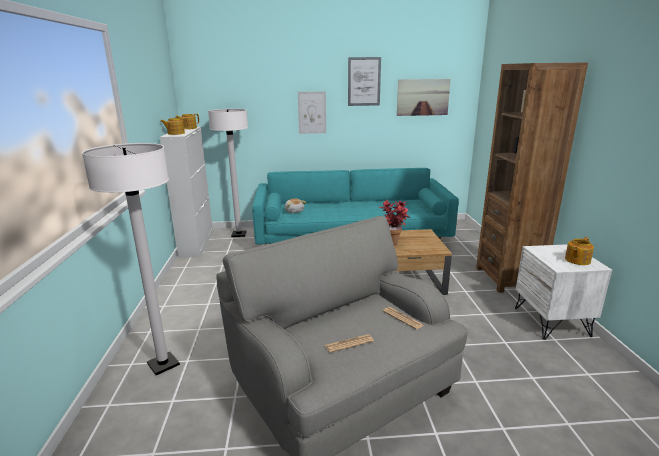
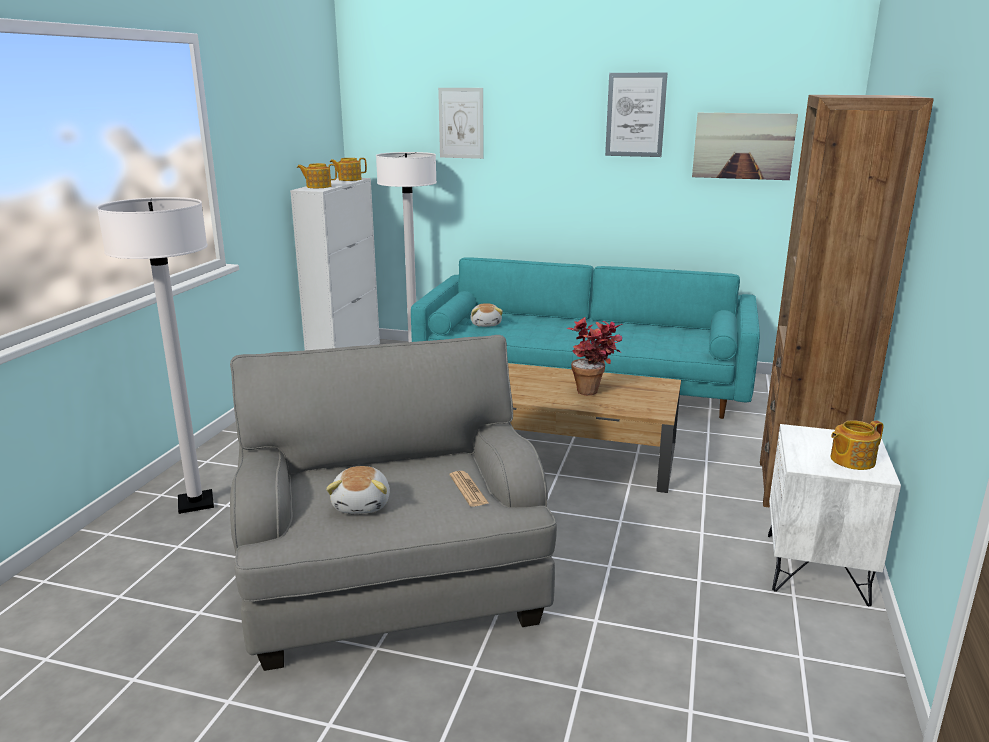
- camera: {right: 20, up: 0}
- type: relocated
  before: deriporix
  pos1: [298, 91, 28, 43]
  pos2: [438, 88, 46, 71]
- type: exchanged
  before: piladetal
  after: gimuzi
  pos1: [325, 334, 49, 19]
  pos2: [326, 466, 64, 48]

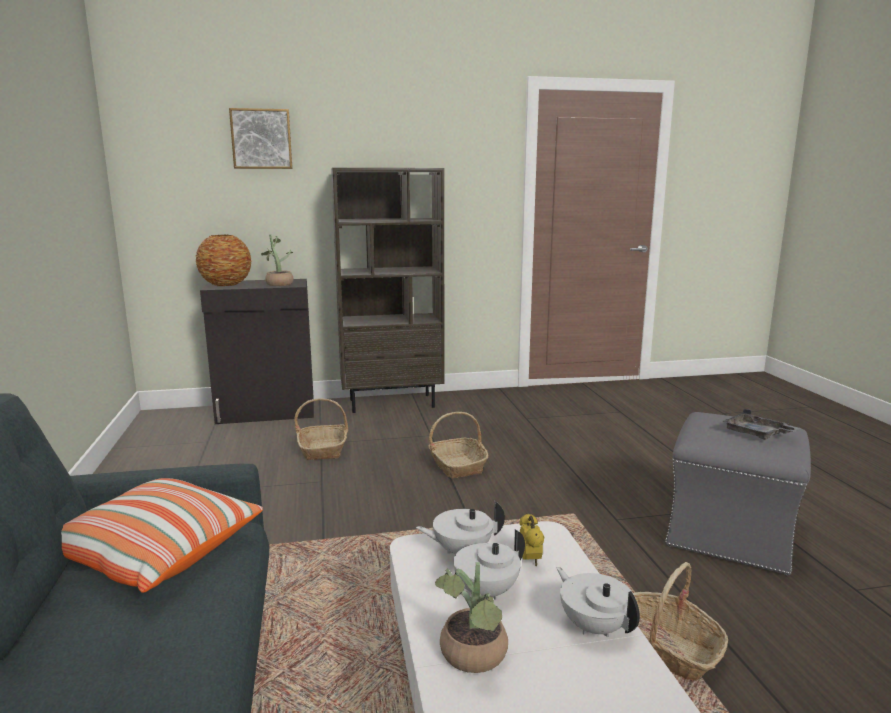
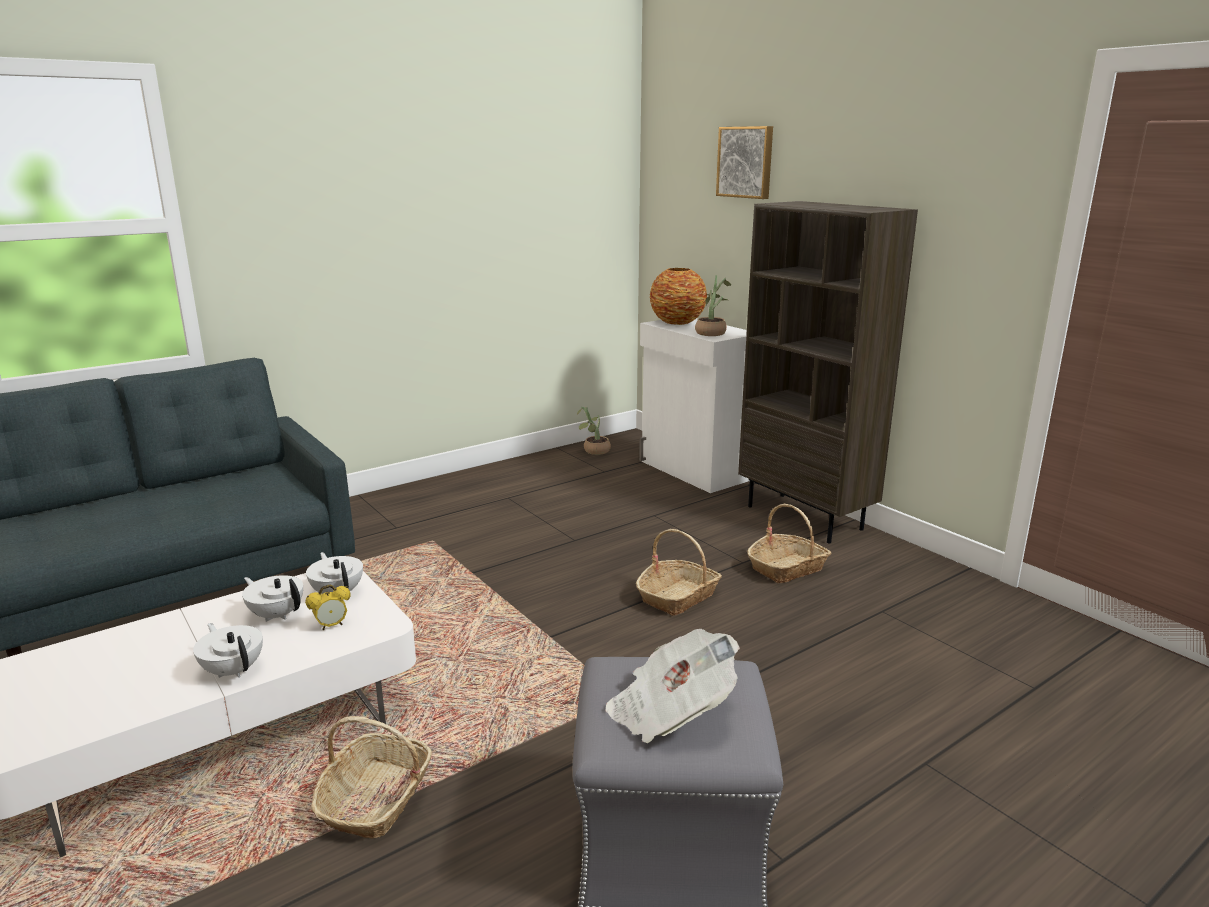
- camera: {right: 65, up: 5}
- type: missing
  before: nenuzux
  pos1: [61, 478, 202, 115]
- type: relocated
  before: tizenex
  pos1: [294, 398, 54, 62]
  pos2: [747, 504, 84, 79]
- type: relocated
  before: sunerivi
  pos1: [435, 562, 73, 111]
  pos2: [577, 407, 34, 48]
- type: exchanged
  before: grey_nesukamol
  after: piladetal
  pos1: [722, 409, 78, 31]
  pos2: [605, 629, 135, 114]
- type: colour
  before: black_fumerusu
  after: white_fumerusu
  pos1: [200, 279, 114, 145]
  pos2: [639, 318, 110, 175]
- type: spun
  before: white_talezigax
  pos1: [556, 567, 84, 70]
  pos2: [193, 623, 70, 55]
  turn: -75

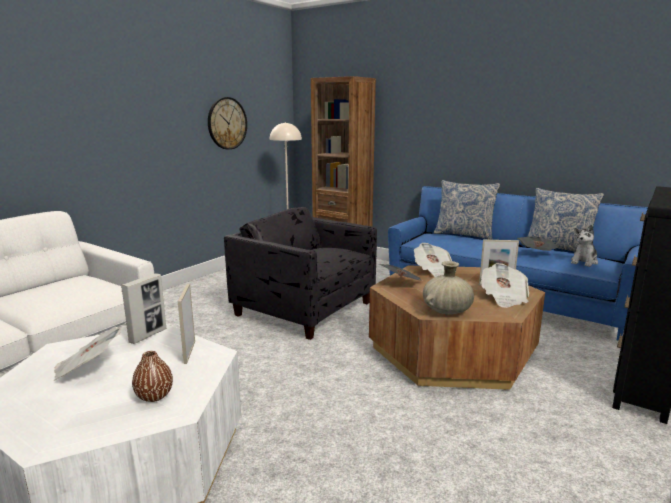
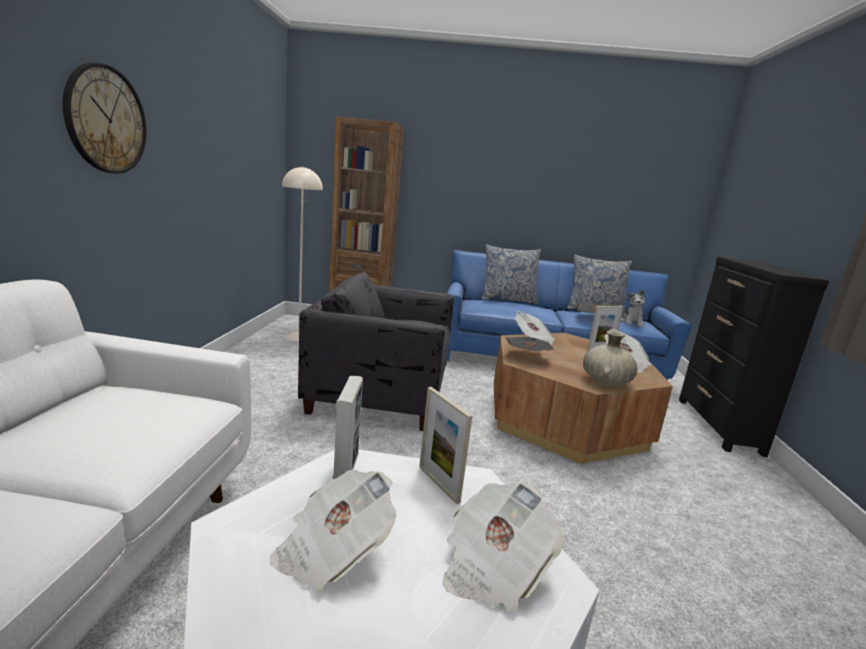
- camera: {right: -30, up: 0}
- type: relocated
  before: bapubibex
  pos1: [208, 97, 39, 53]
  pos2: [63, 63, 83, 111]
- type: exchanged
  before: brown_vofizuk
  after: piladetal
  pos1: [132, 351, 41, 51]
  pos2: [442, 482, 121, 129]

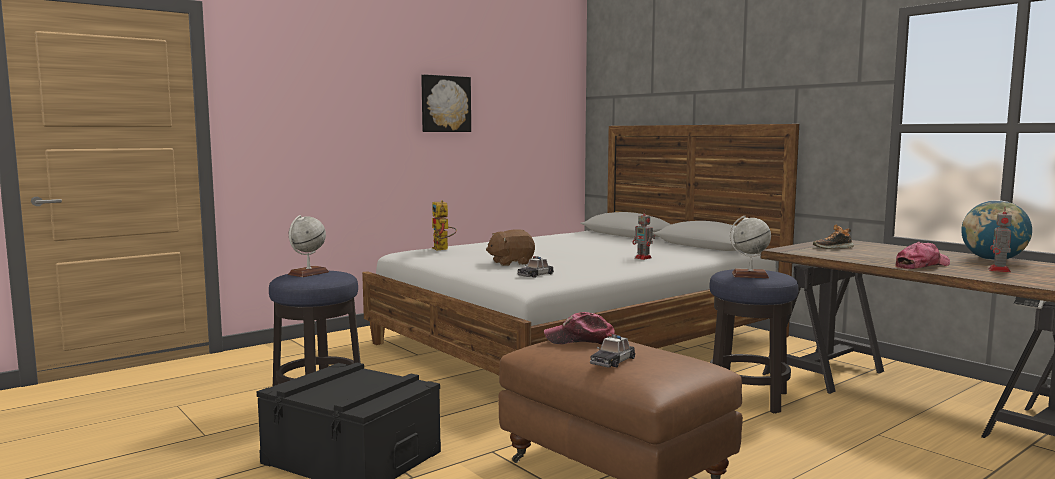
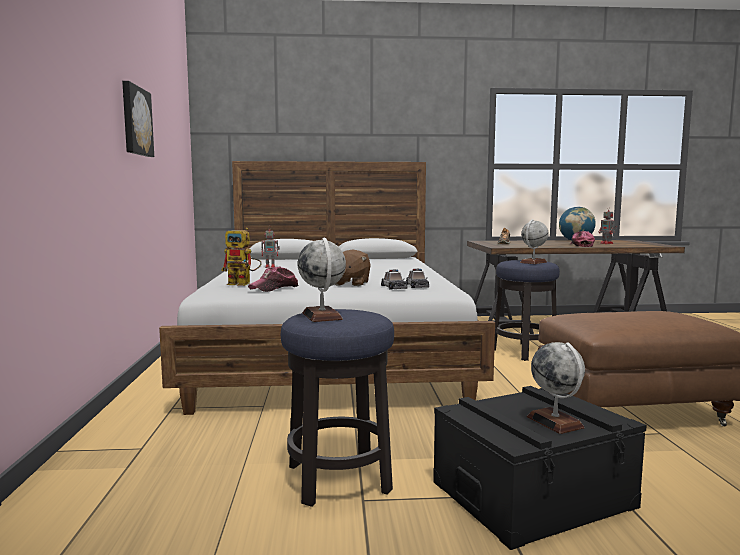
- camera: {right: -55, up: 0}
- type: appeared
  after: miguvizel
  pos2: [527, 342, 58, 92]
- type: relocated
  before: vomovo
  pos1: [544, 312, 72, 33]
  pos2: [248, 266, 51, 26]
- type: relocated
  before: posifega
  pos1: [590, 334, 46, 34]
  pos2: [381, 270, 27, 20]
- type: relocated
  before: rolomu
  pos1: [632, 210, 23, 50]
  pos2: [261, 226, 19, 42]

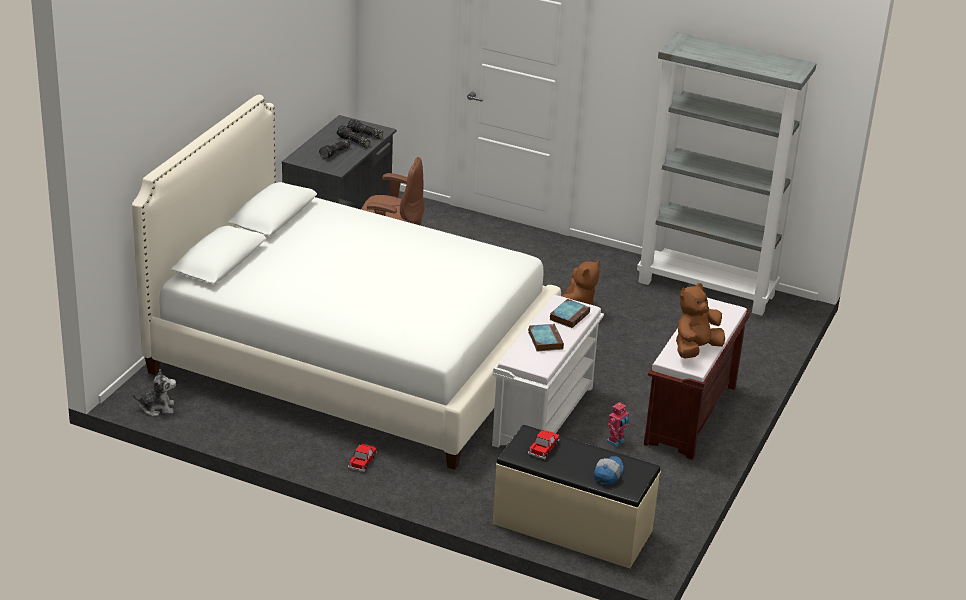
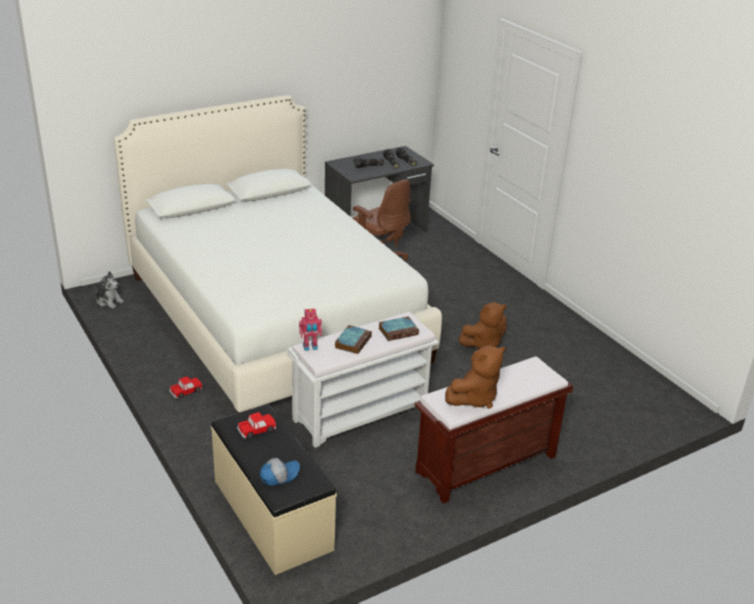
- camera: {right: 35, up: 0}
- type: missing
  before: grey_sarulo
  pos1: [637, 33, 180, 283]
- type: relocated
  before: rolomu
  pos1: [606, 402, 23, 45]
  pos2: [299, 308, 23, 43]
- type: spun
  before: brown_gimuzi
  pos1: [676, 283, 49, 75]
  pos2: [445, 345, 60, 64]
  turn: 150

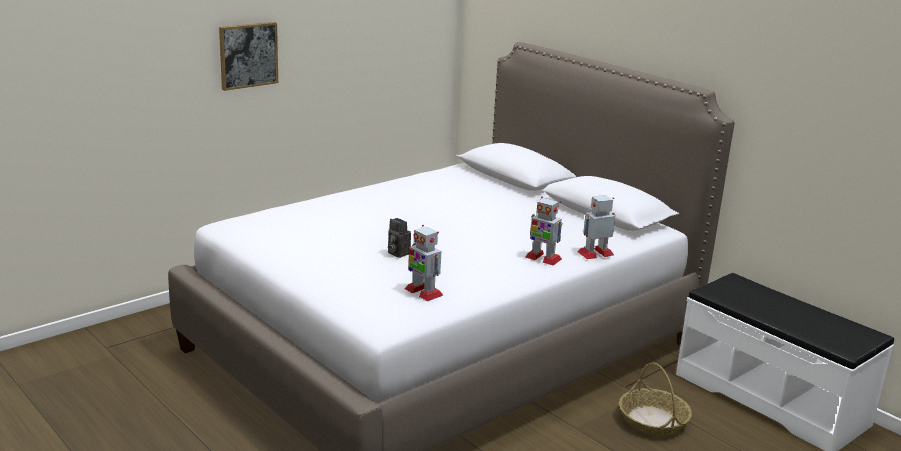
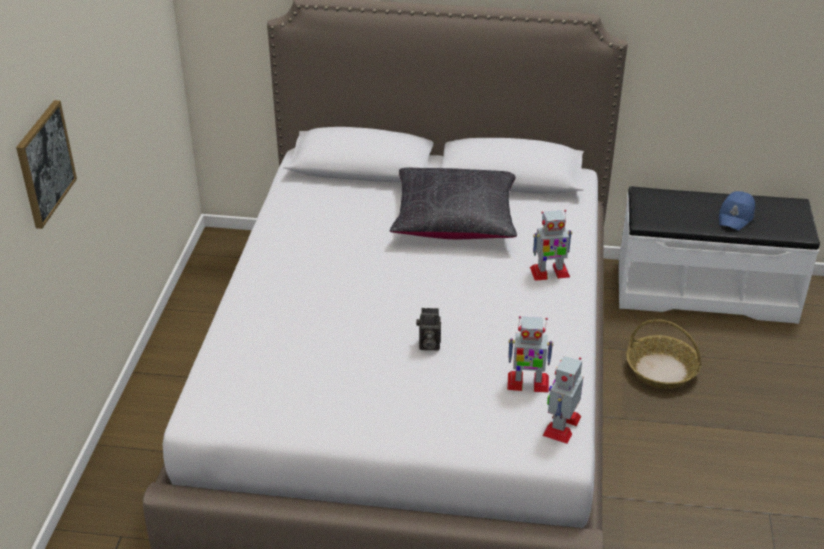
- camera: {right: -40, up: 15}
- type: appeared
  after: black_nenuzux
  pos2: [390, 168, 127, 71]
- type: appeared
  after: blue_vomovo
  pos2: [719, 191, 36, 39]
- type: relocated
  before: rolomu
  pos1: [578, 195, 38, 64]
  pos2: [542, 356, 41, 88]

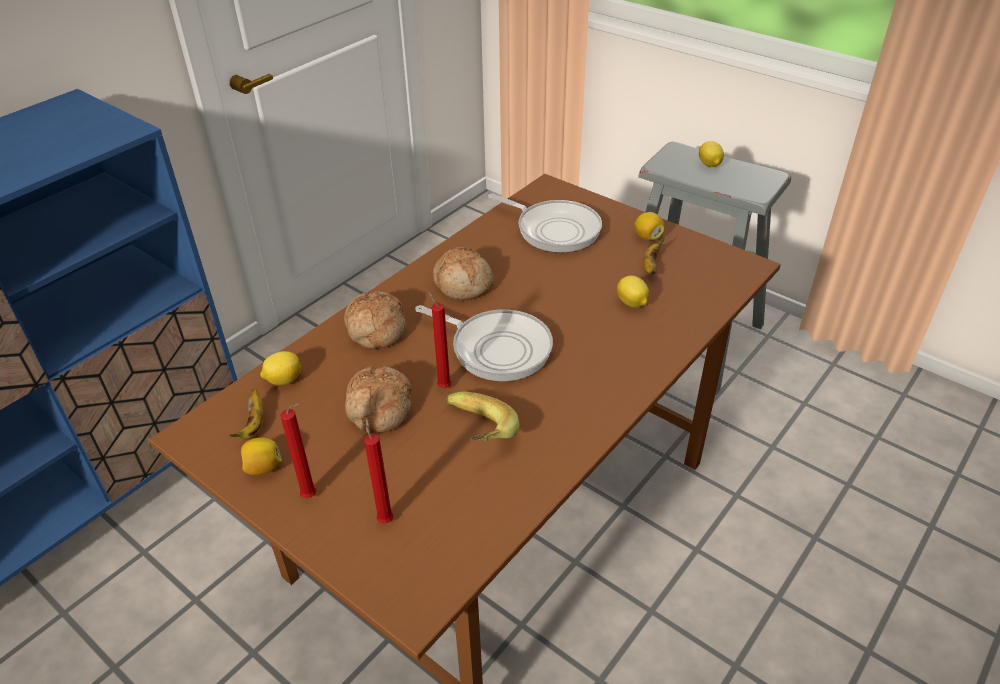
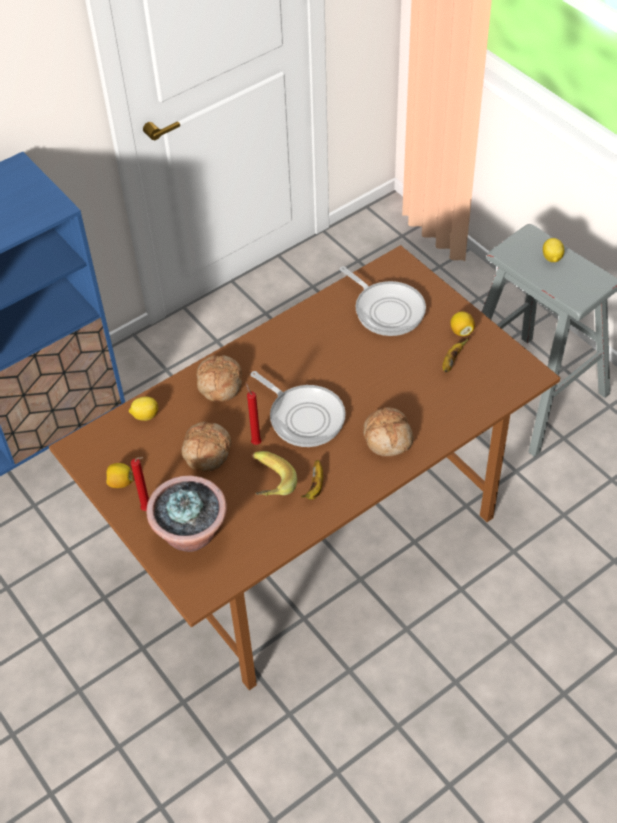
- camera: {right: 15, up: 10}
- type: missing
  before: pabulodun
  pos1: [617, 276, 32, 32]
- type: relocated
  before: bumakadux
  pos1: [229, 389, 35, 51]
  pos2: [301, 460, 22, 40]
- type: relocated
  before: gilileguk
  pos1: [433, 247, 61, 54]
  pos2: [363, 407, 51, 50]
- type: exchanged
  before: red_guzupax
  after: sunerivi
  pos1: [364, 418, 29, 105]
  pos2: [146, 475, 81, 77]

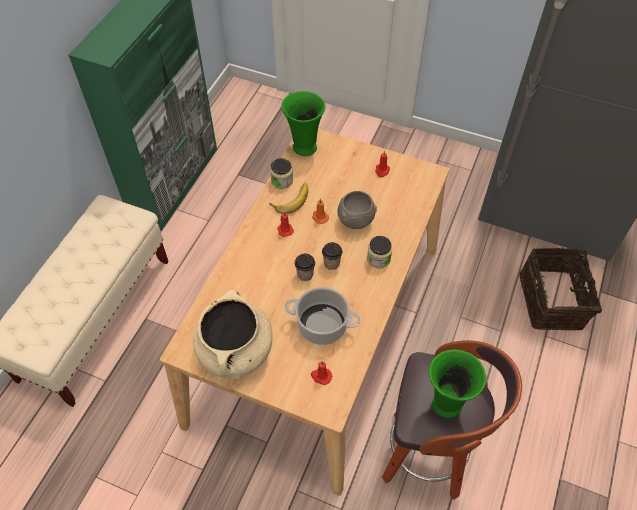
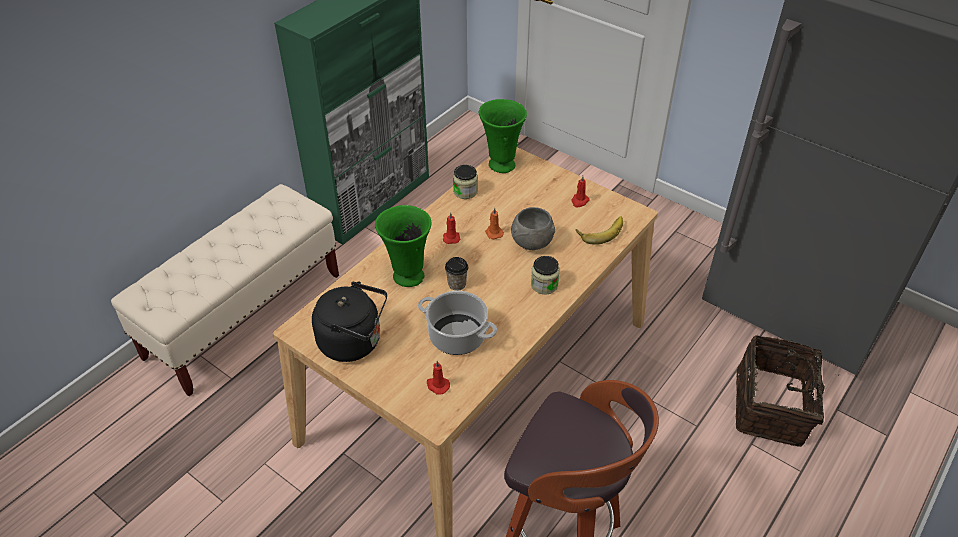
- camera: {right: 15, up: -10}
- type: missing
  before: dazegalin
  pos1: [322, 242, 20, 28]
- type: relocated
  before: bumakadux
  pos1: [269, 183, 39, 31]
  pos2: [576, 216, 47, 29]
- type: relocated
  before: green_vofizuk
  pos1: [429, 349, 57, 69]
  pos2: [375, 205, 56, 82]
- type: exchanged
  before: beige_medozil
  after: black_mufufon
  pos1: [193, 289, 80, 91]
  pos2: [312, 281, 75, 81]

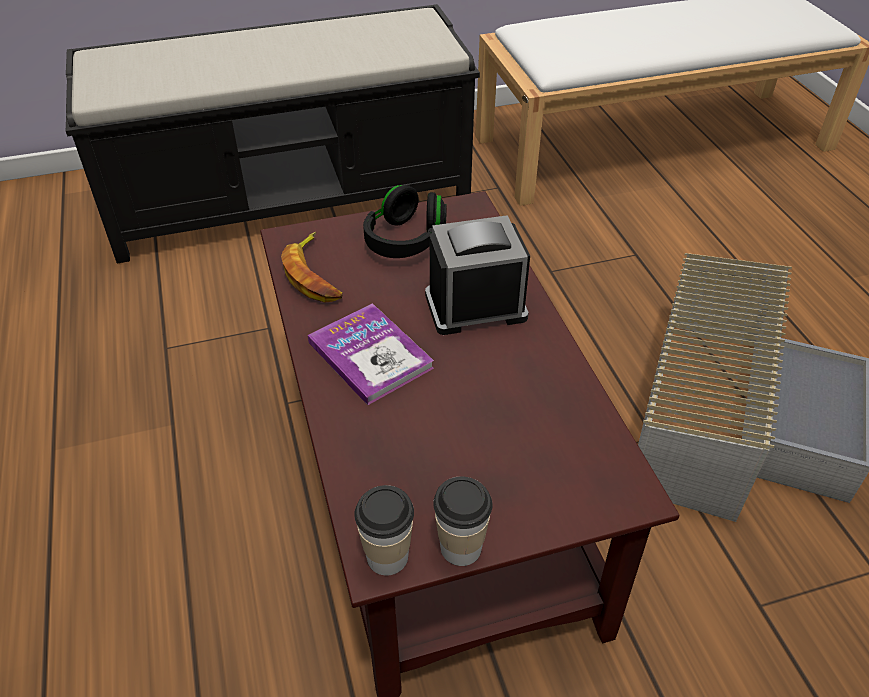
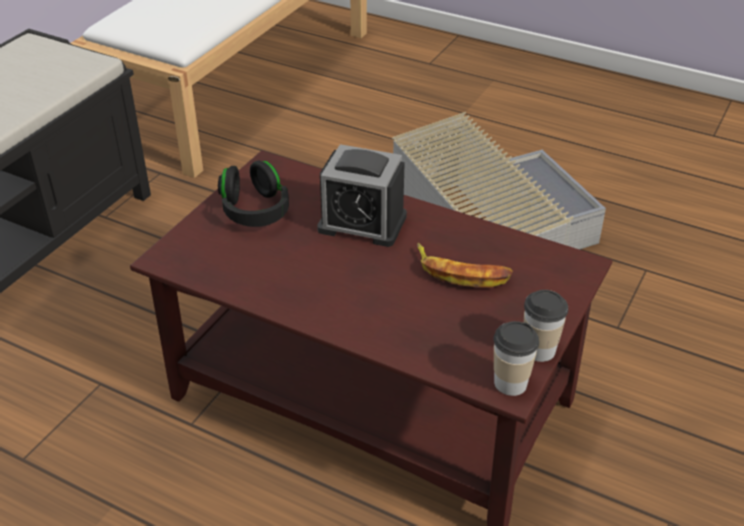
- camera: {right: -45, up: -5}
- type: missing
  before: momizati
  pos1: [308, 303, 126, 102]
- type: relocated
  before: bumakadux
  pos1: [281, 232, 61, 71]
  pos2: [417, 243, 96, 44]
- type: spun
  before: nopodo
  pos1: [425, 215, 105, 120]
  pos2: [317, 144, 90, 103]
  turn: -105

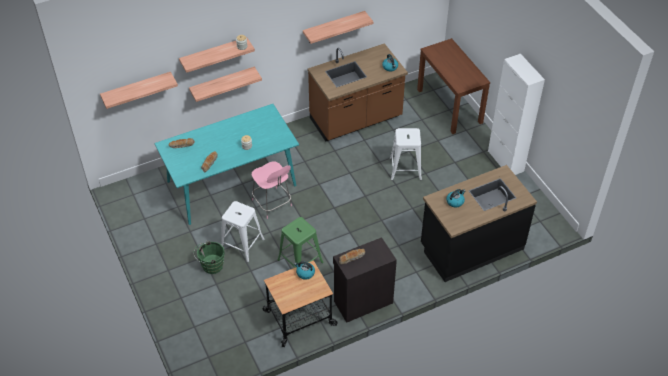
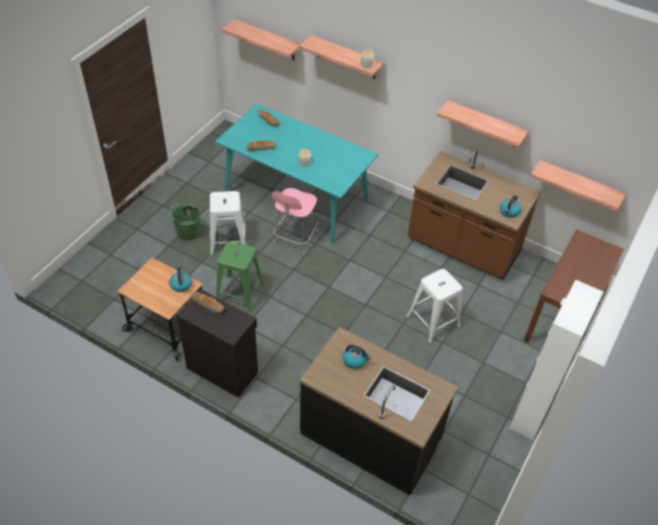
- camera: {right: 55, up: 0}
- type: relocated
  before: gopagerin
  pos1: [189, 67, 73, 35]
  pos2: [530, 160, 96, 51]

